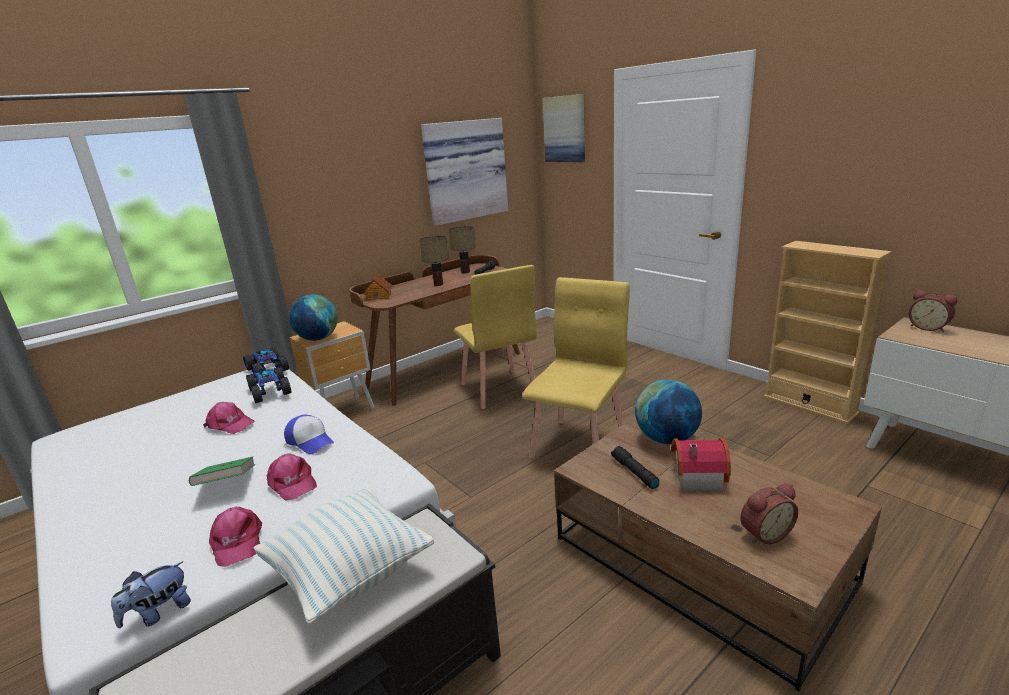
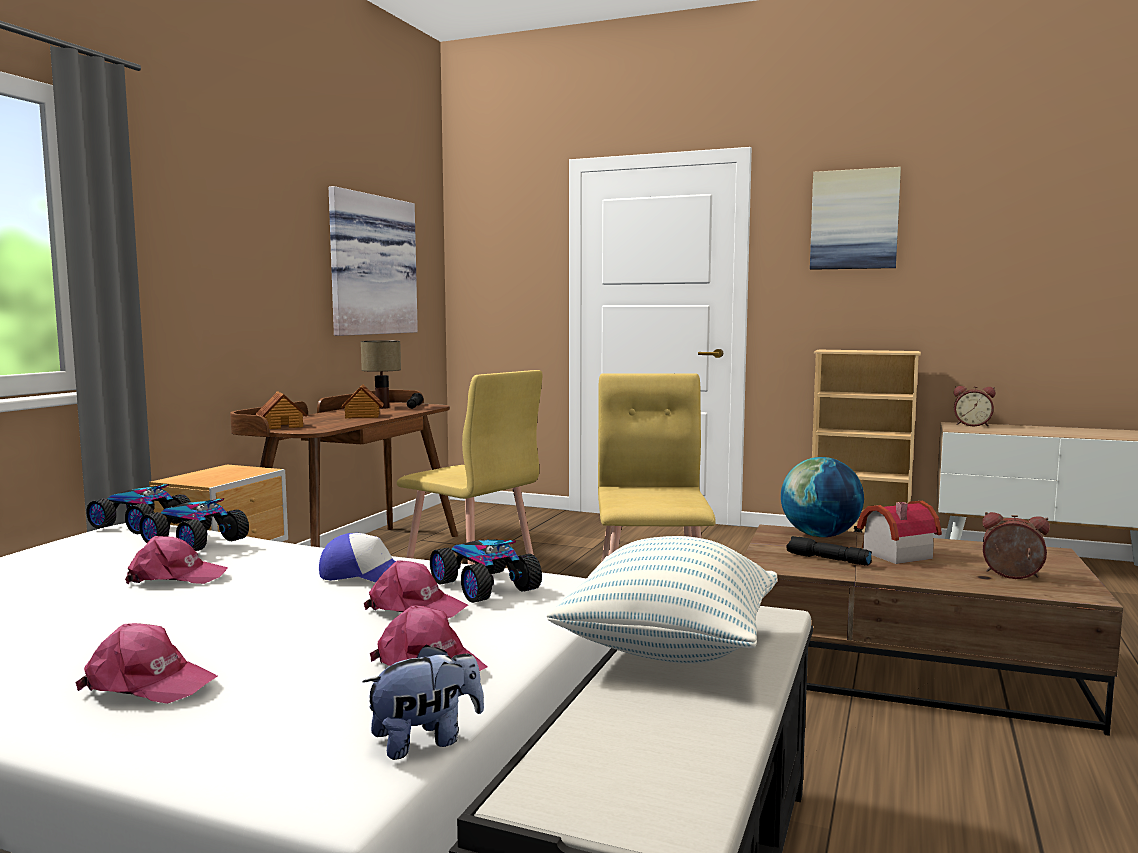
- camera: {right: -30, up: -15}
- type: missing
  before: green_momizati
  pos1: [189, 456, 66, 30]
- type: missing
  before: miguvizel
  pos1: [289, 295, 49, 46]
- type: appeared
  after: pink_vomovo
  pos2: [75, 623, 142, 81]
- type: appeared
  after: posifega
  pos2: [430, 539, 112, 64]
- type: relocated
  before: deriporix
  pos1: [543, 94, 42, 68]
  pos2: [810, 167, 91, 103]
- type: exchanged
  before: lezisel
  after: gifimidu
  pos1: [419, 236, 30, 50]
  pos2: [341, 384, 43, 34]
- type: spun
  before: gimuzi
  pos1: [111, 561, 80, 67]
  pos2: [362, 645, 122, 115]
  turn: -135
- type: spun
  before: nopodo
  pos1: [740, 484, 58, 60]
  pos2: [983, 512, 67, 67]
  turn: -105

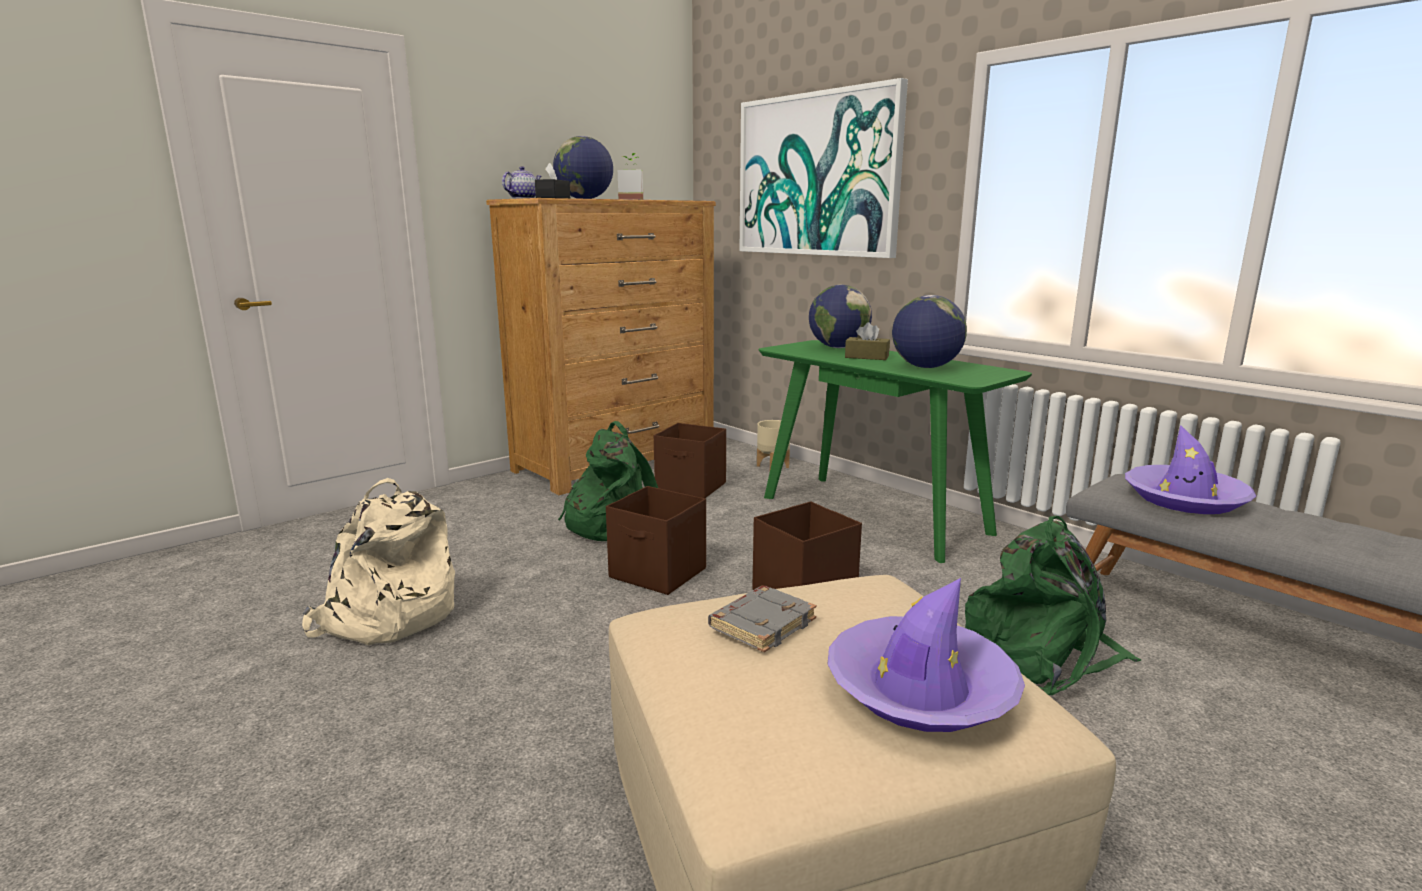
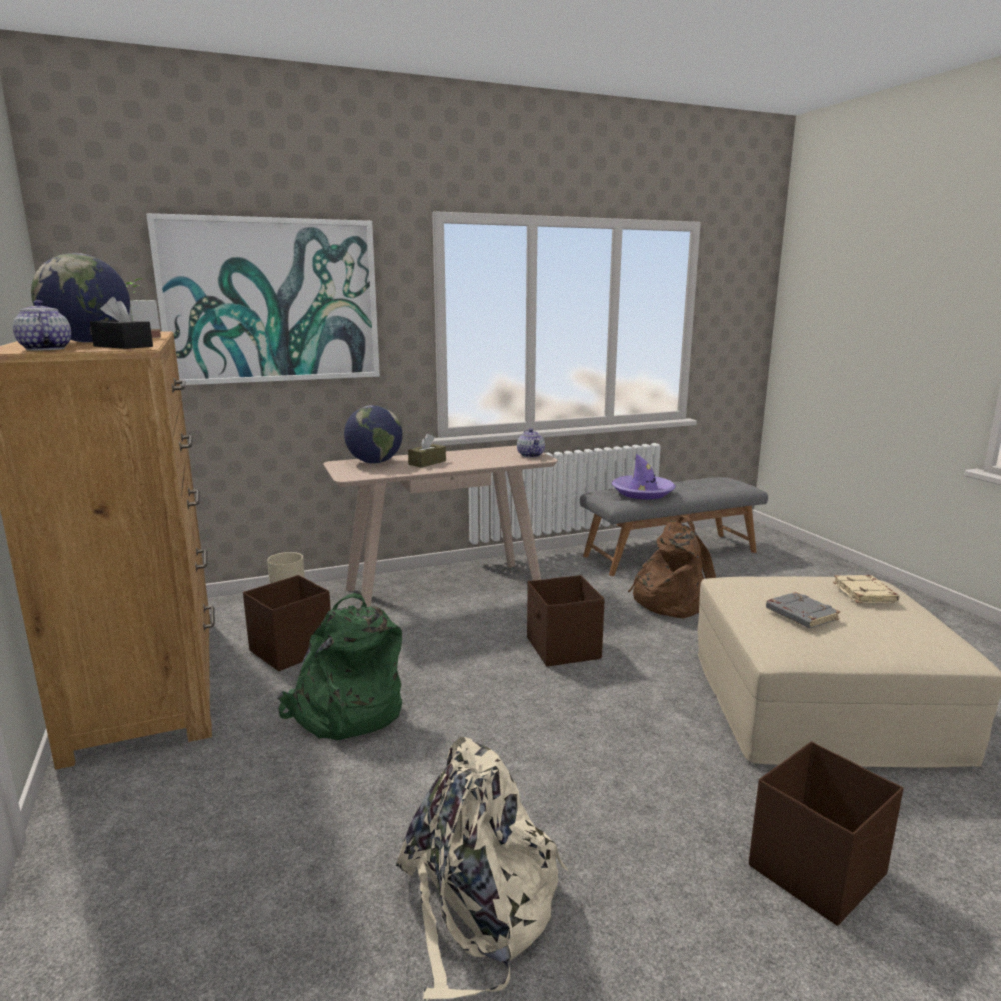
- camera: {right: -70, up: 0}
- type: missing
  before: miguvizel
  pos1: [892, 295, 75, 73]
- type: appeared
  after: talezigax
  pos2: [517, 428, 28, 30]
- type: relocated
  before: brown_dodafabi
  pos1: [606, 486, 100, 109]
  pos2: [749, 742, 154, 184]
- type: exchanged
  before: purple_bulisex
  after: beige_momizati
  pos1: [827, 578, 198, 154]
  pos2: [833, 575, 67, 28]
- type: colour
  before: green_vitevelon
  after: beige_vitevelon
  pos1: [759, 340, 273, 223]
  pos2: [323, 445, 235, 162]
- type: colour
  before: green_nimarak
  after: brown_nimarak
  pos1: [965, 516, 176, 179]
  pos2: [628, 516, 88, 102]

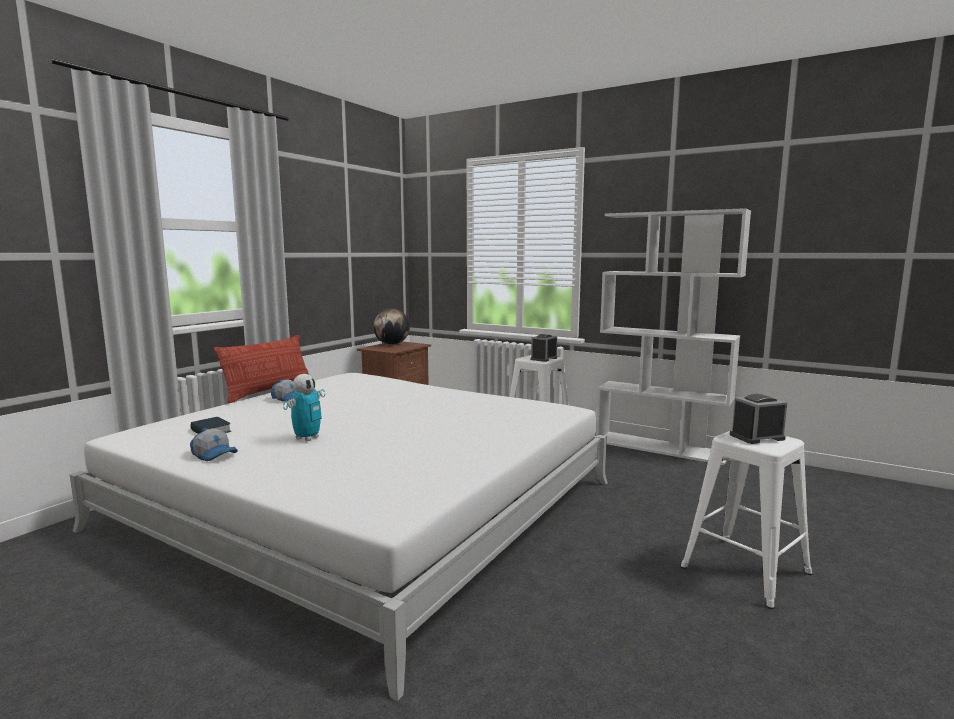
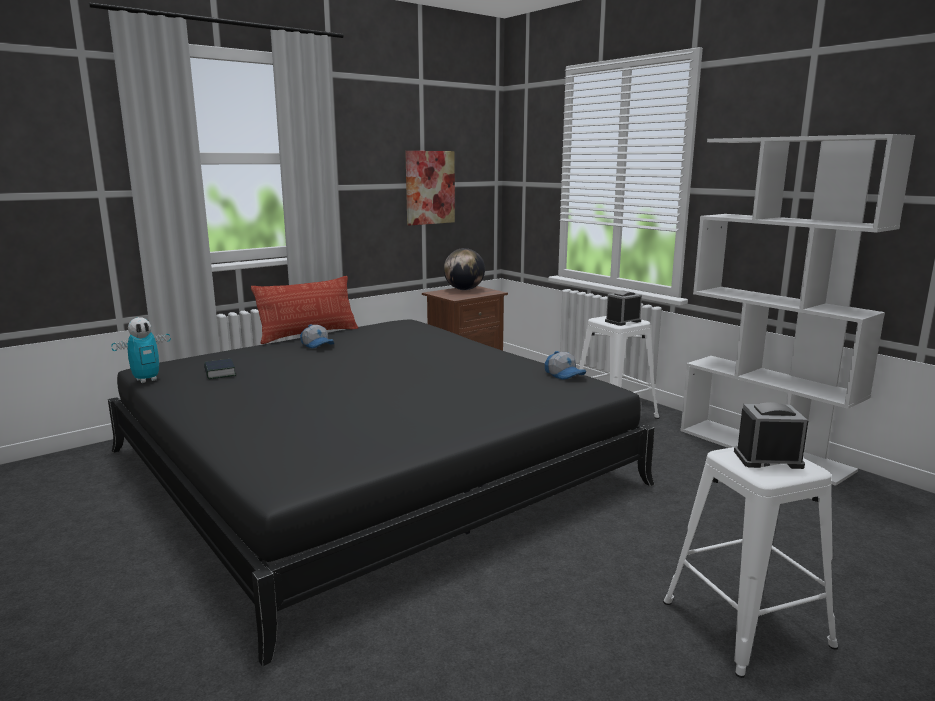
- camera: {right: 20, up: 5}
- type: appeared
  after: deriporix
  pos2: [405, 151, 50, 75]
- type: relocated
  before: vomovo
  pos1: [190, 428, 48, 33]
  pos2: [545, 351, 41, 29]
- type: relocated
  before: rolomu
  pos1: [283, 374, 42, 67]
  pos2: [111, 317, 60, 66]
- type: colour
  before: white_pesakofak
  after: black_pesakofak
  pos1: [70, 373, 538, 328]
  pos2: [108, 320, 547, 347]

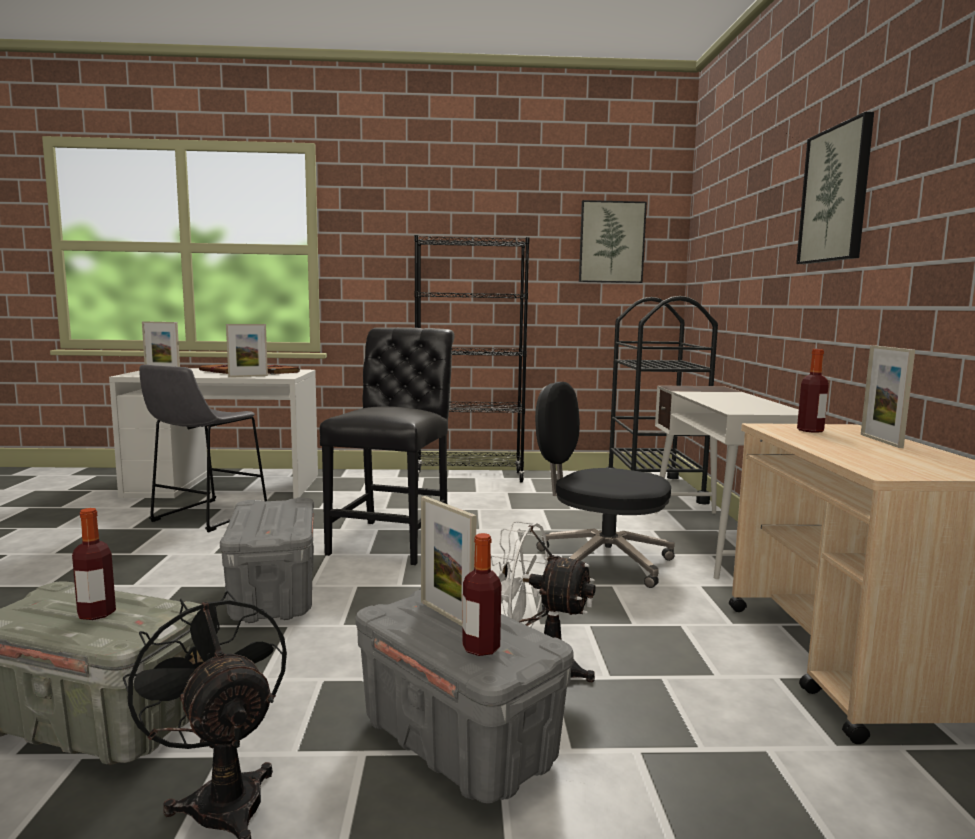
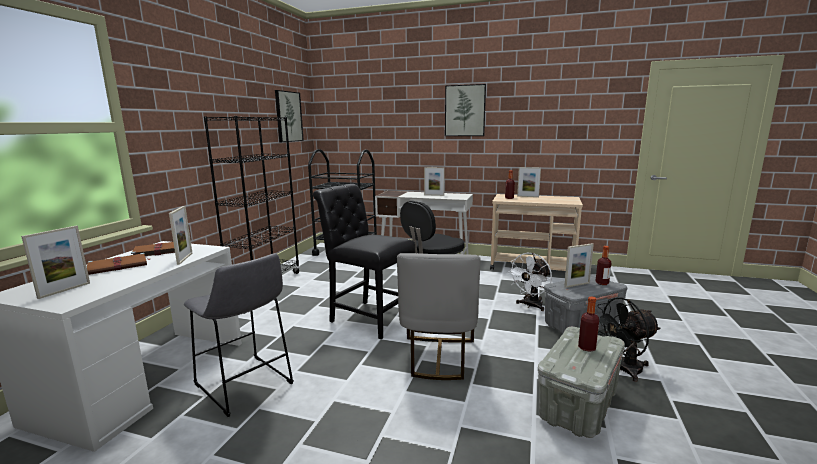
- camera: {right: -70, up: 5}
- type: appeared
  after: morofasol
  pos2: [424, 167, 21, 29]
- type: exchanged
  before: grey_dodafabi
  after: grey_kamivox
  pos1: [220, 497, 94, 126]
  pos2: [397, 253, 84, 127]

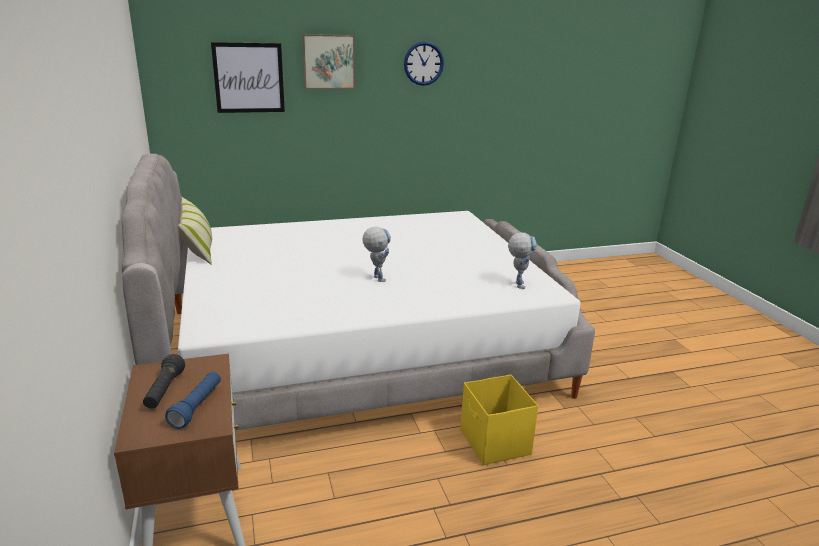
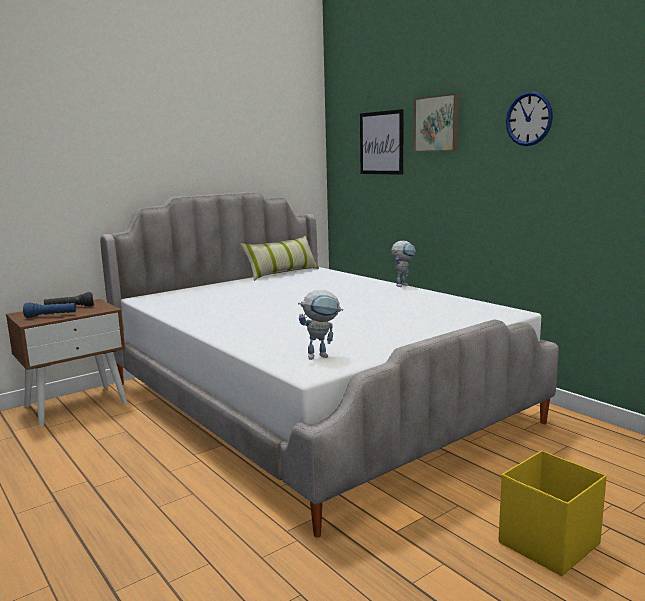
- camera: {right: 70, up: -10}
- type: relocated
  before: rolomu
  pos1: [363, 227, 28, 55]
  pos2: [391, 241, 25, 46]
- type: relocated
  before: yellow_dodafabi
  pos1: [460, 375, 78, 90]
  pos2: [499, 450, 108, 126]

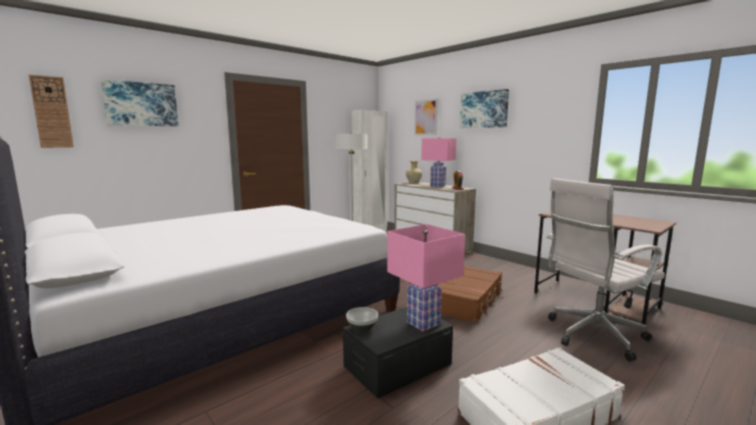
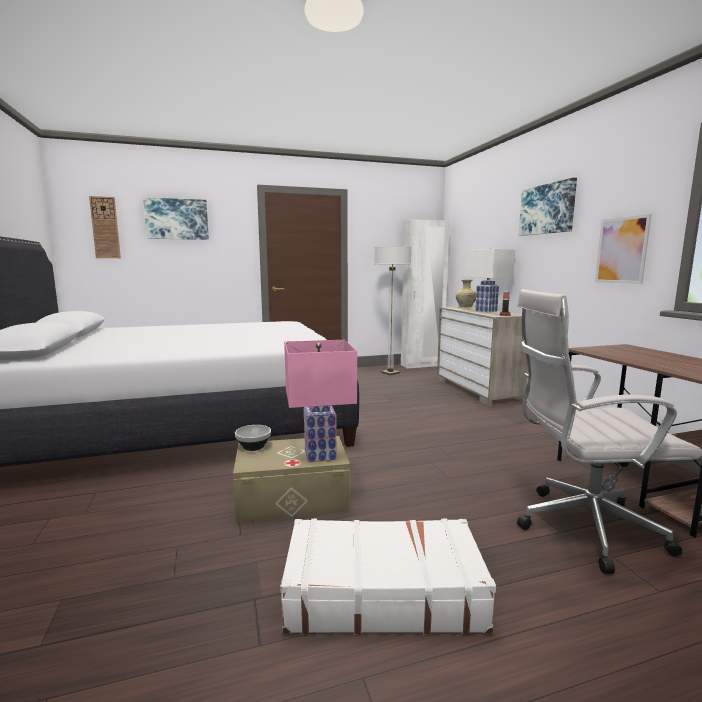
- camera: {right: 25, up: 0}
- type: missing
  before: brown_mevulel
  pos1: [437, 265, 66, 58]
- type: relocated
  before: deriporix
  pos1: [414, 99, 24, 36]
  pos2: [595, 214, 57, 70]
- type: colour
  before: black_dodafabi
  after: beige_dodafabi
  pos1: [343, 307, 110, 92]
  pos2: [233, 436, 117, 87]
- type: colour
  before: pink_lezisel
  after: white_lezisel
  pos1: [421, 137, 35, 50]
  pos2: [464, 248, 51, 64]

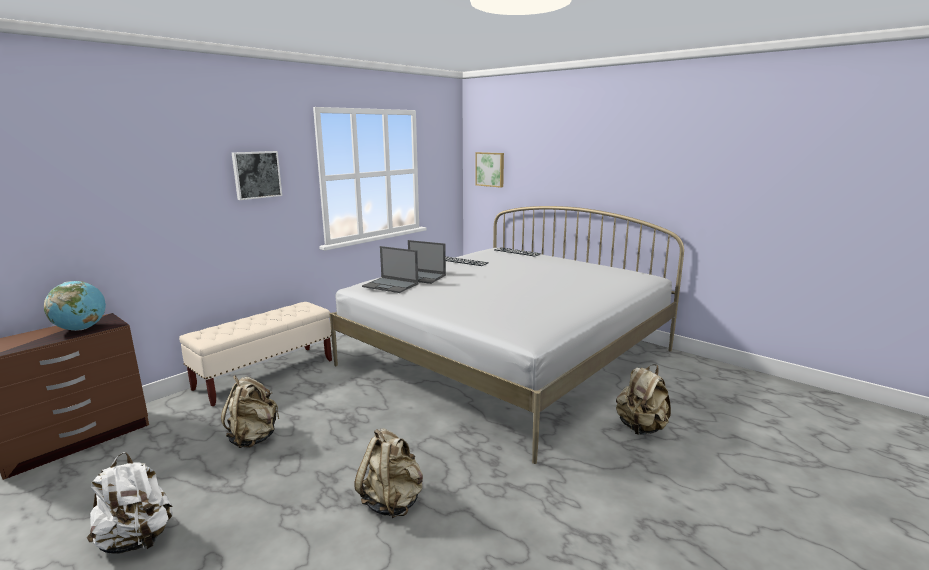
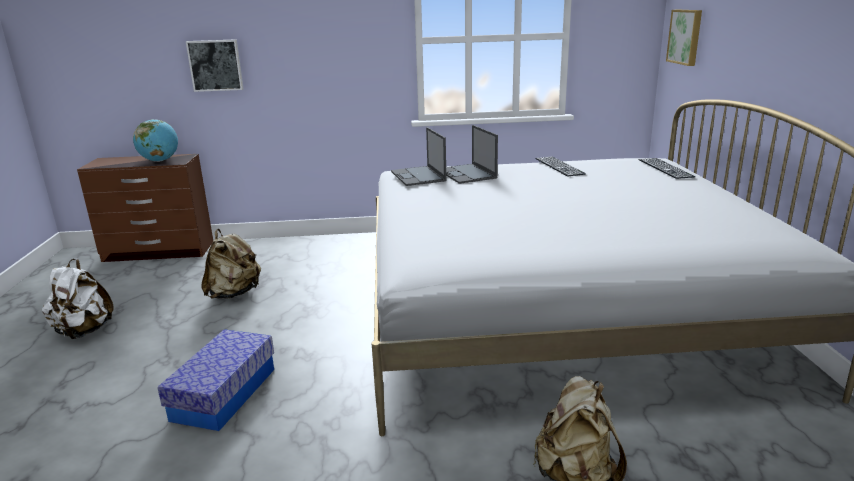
- camera: {right: 45, up: 5}
- type: missing
  before: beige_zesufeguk
  pos1: [179, 302, 153, 104]
- type: relocated
  before: deriporix
  pos1: [232, 151, 50, 49]
  pos2: [185, 39, 59, 53]
- type: exchanged
  before: beige_nimarak
  after: dodafabi
  pos1: [354, 428, 69, 90]
  pos2: [157, 329, 117, 102]

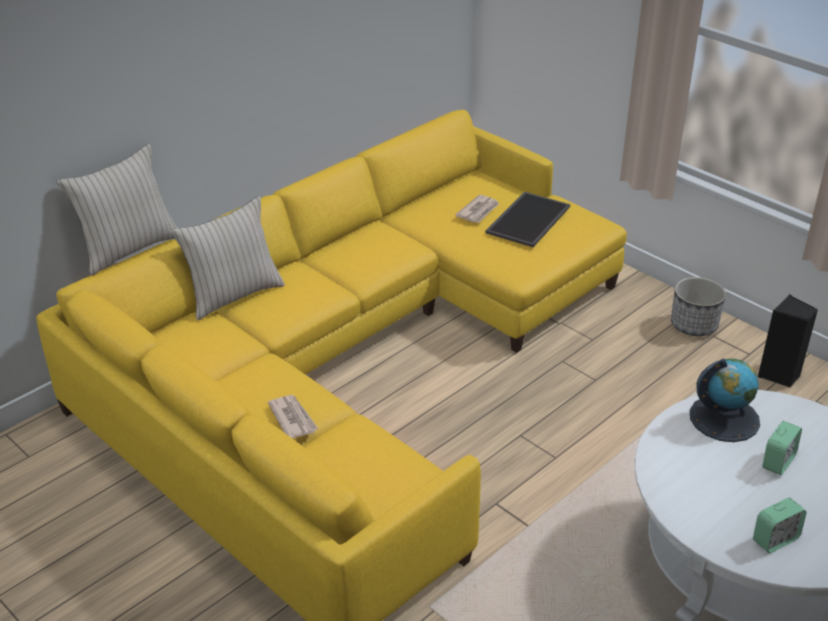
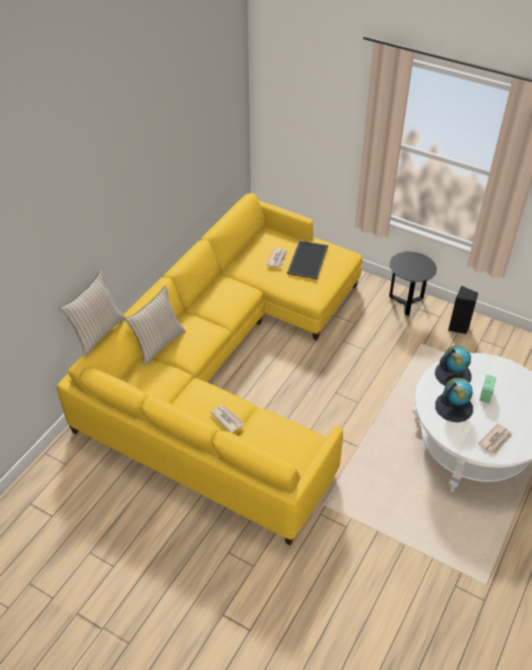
- camera: {right: -15, up: 10}
- type: appeared
  after: miguvizel
  pos2: [435, 378, 38, 44]
- type: exchanged
  before: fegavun
  after: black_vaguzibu
  pos1: [671, 277, 55, 59]
  pos2: [389, 251, 48, 64]
- type: exchanged
  before: nopodo
  after: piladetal
  pos1: [753, 498, 54, 55]
  pos2: [478, 424, 34, 30]

